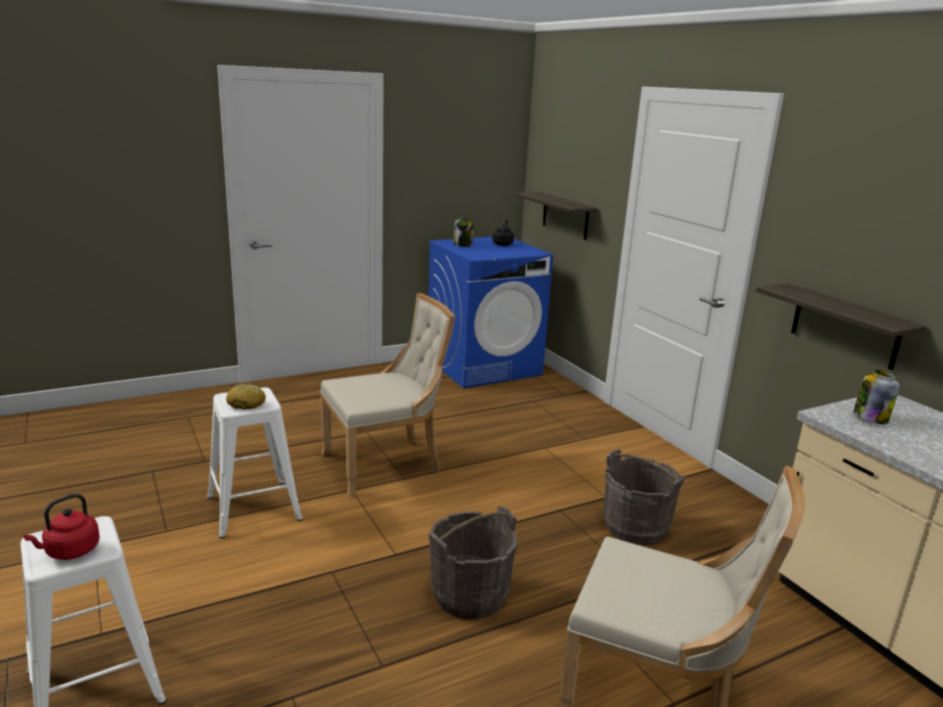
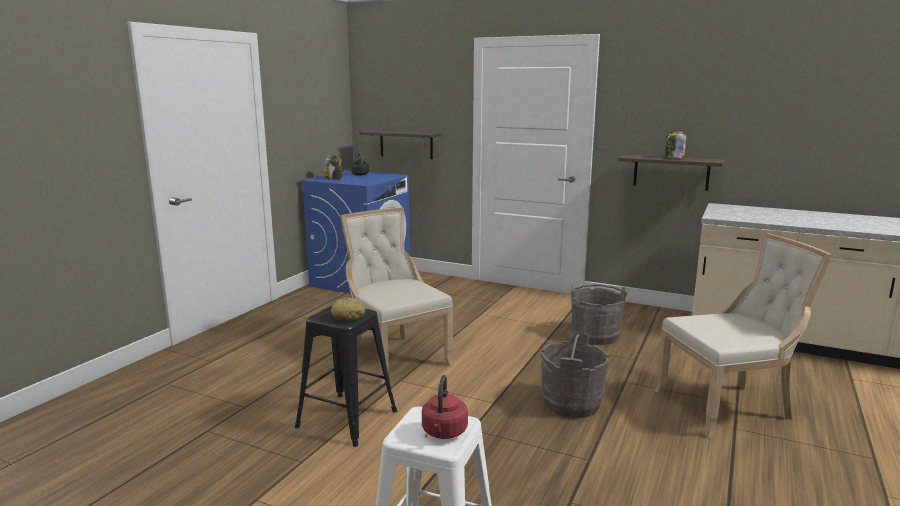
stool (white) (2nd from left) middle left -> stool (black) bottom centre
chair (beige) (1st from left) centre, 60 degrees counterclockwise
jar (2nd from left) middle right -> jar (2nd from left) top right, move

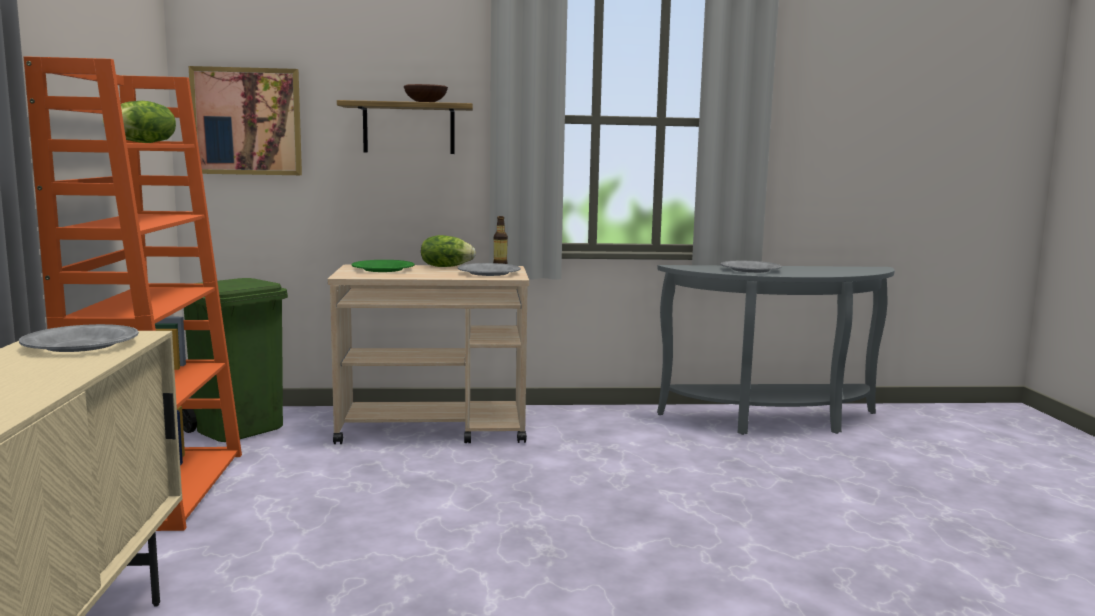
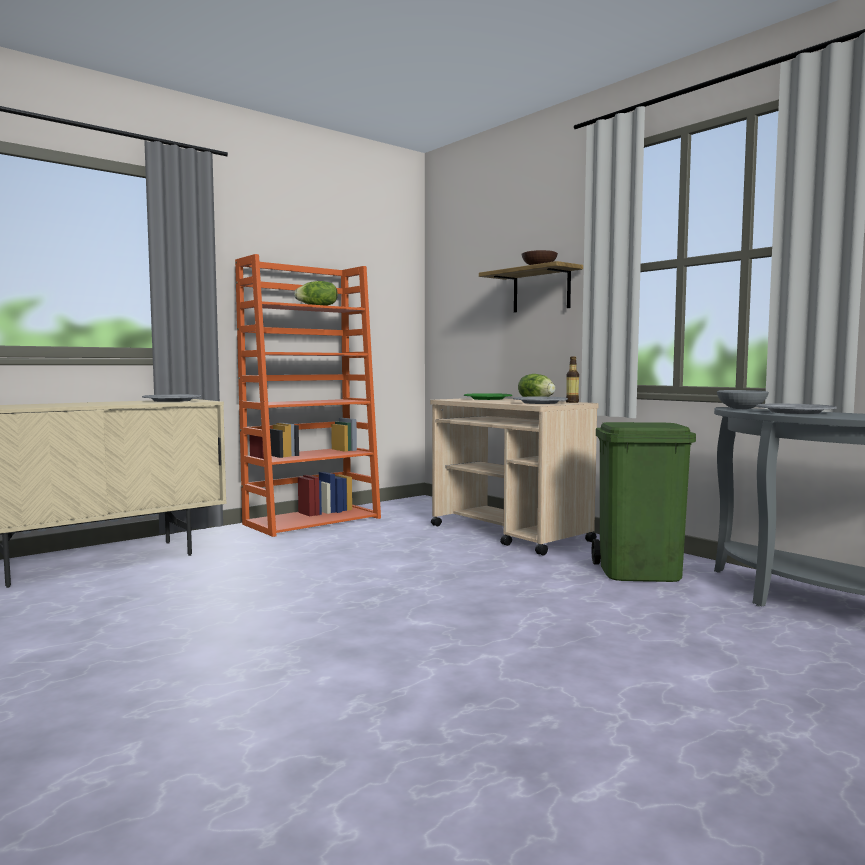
trash can (green) middle left -> trash can (green) middle right, move
picture top left -> none
none -> bowl (grey) middle right

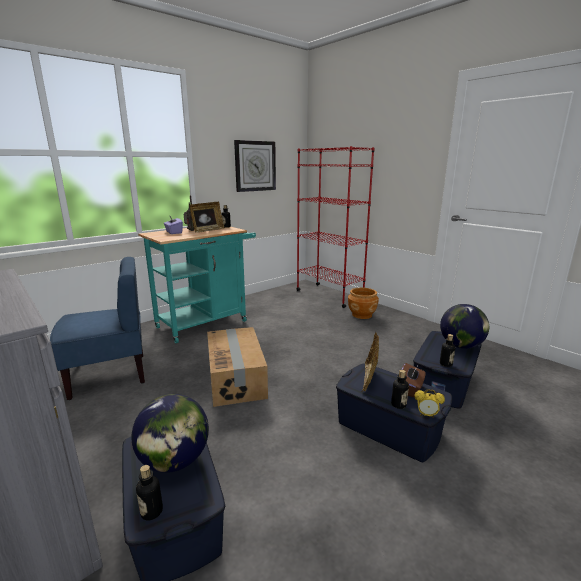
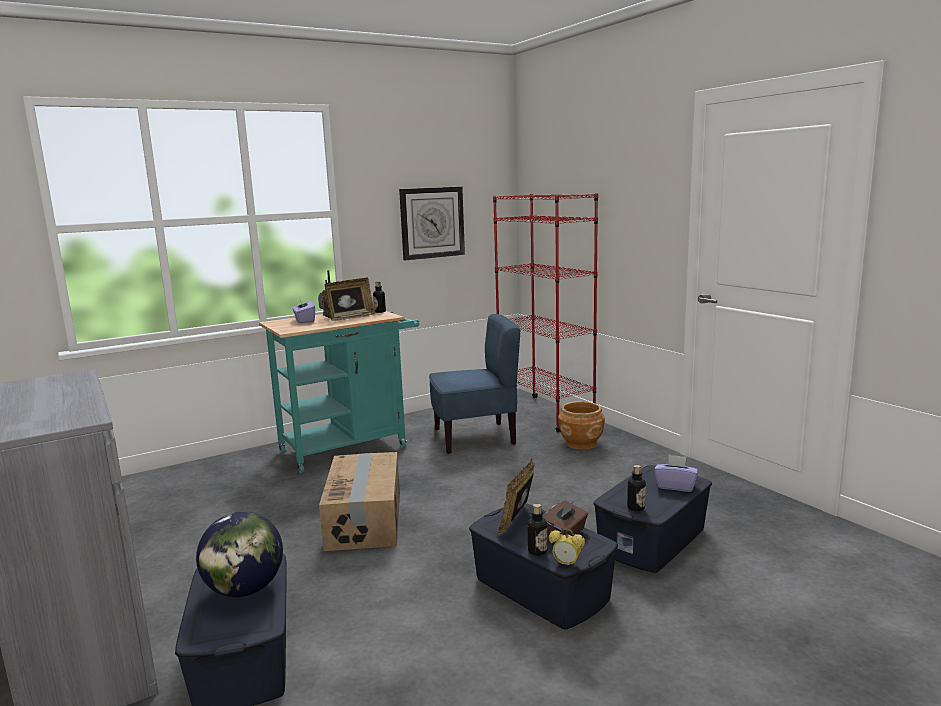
chair (blue) middle left -> chair (blue) centre, move
bottle (1st from left) bottom left -> none
globe (2nd from left) middle right -> tissue box (purple) (2nd from left) bottom right

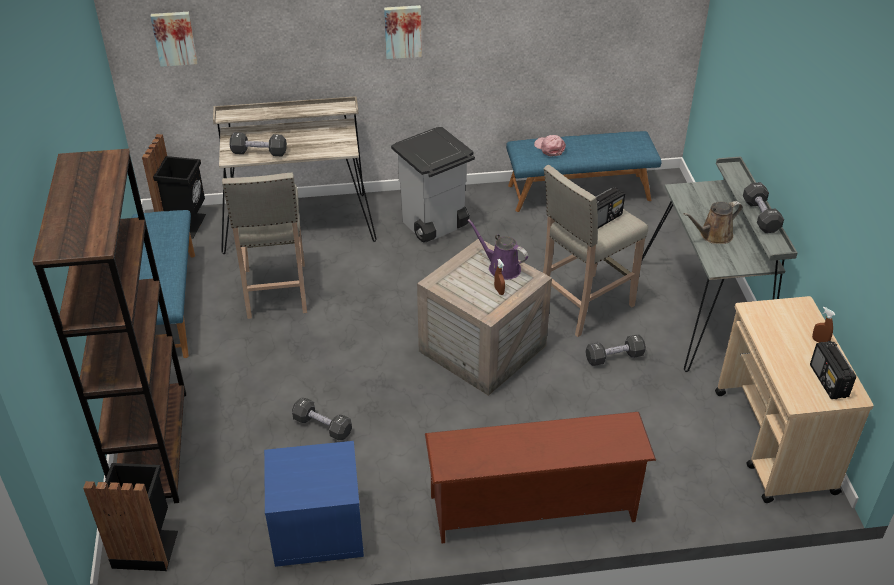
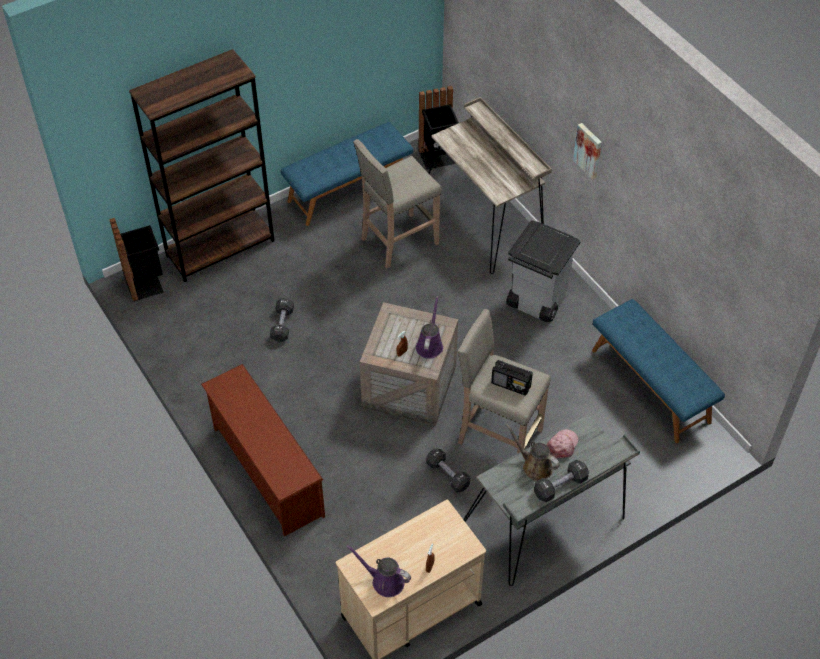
picture (1st from left) top left -> none
dumbbell (black) (1st from left) top left -> none
nightstand (blue) bottom centre -> none
cap (pink) top centre -> cap (pink) bottom right, move
radio (2nd from left) middle right -> watering can (purple) (1st from left) bottom centre

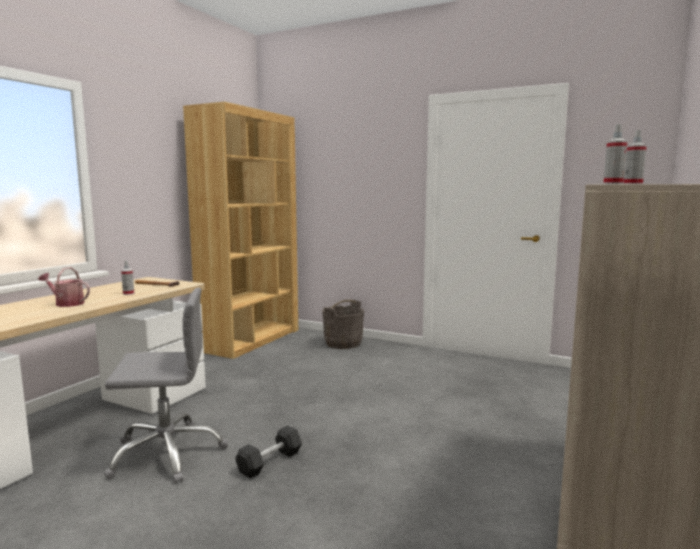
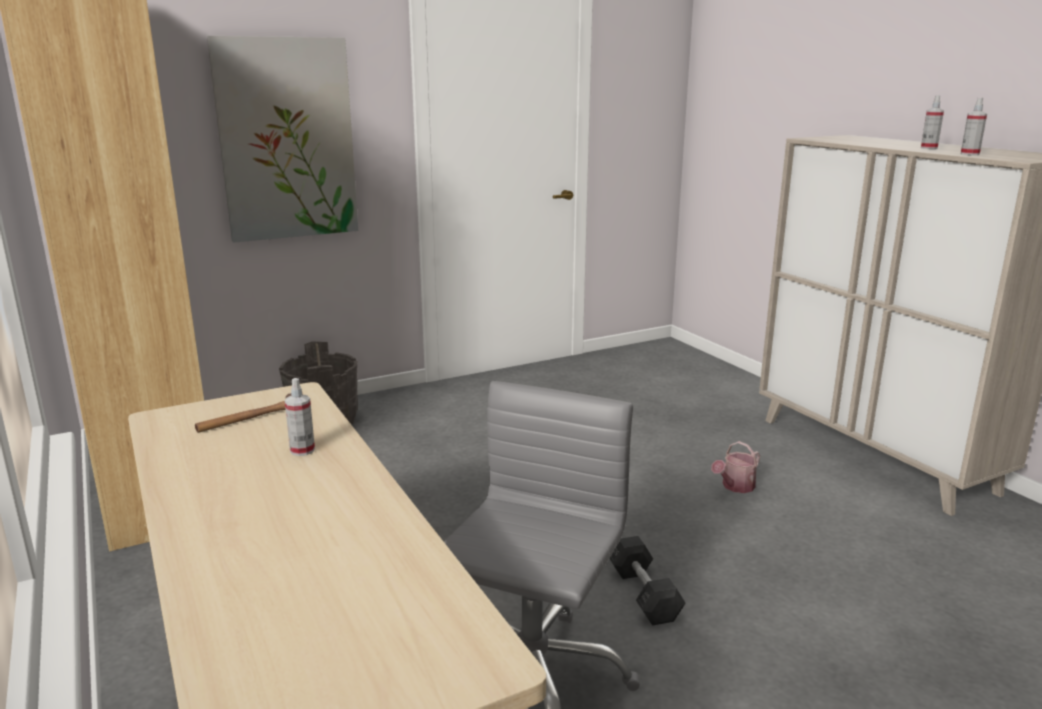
watering can middle left -> watering can middle right, move
none -> picture top left

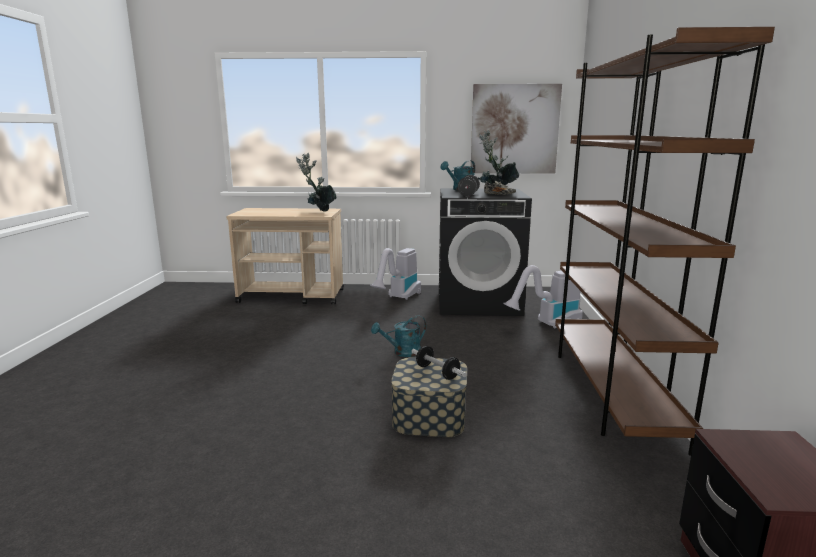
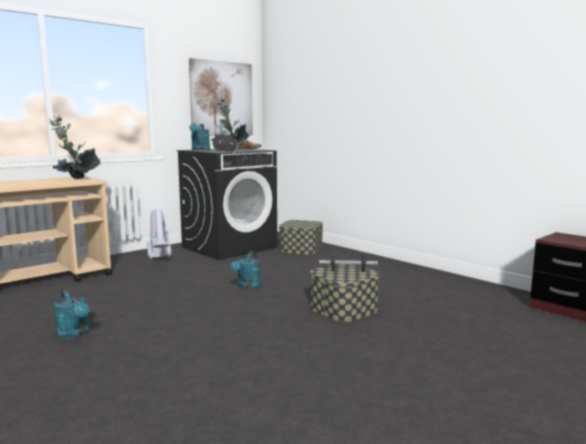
vacuum cleaner (2nd from left) centre -> storage box (1st from left) centre
bookcase (brown) middle right -> none
none -> watering can (turquoise) (1st from left) bottom left

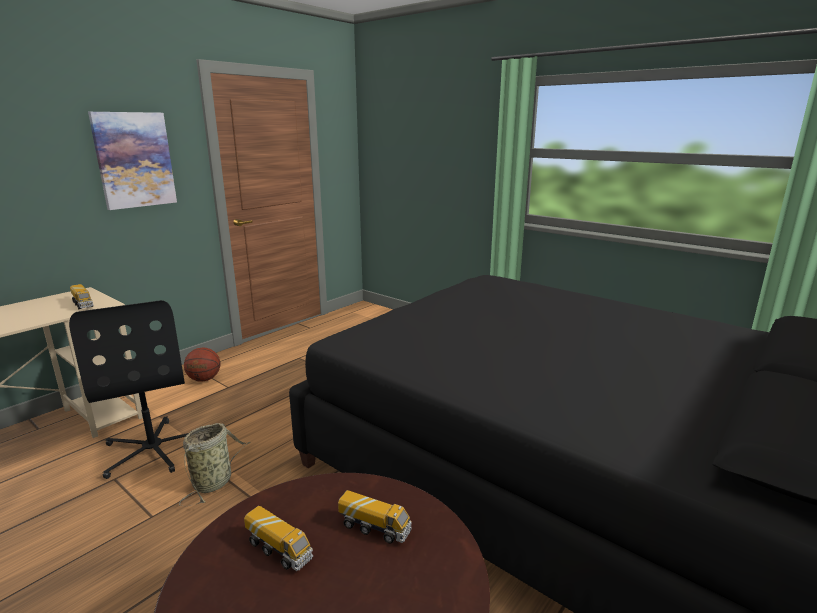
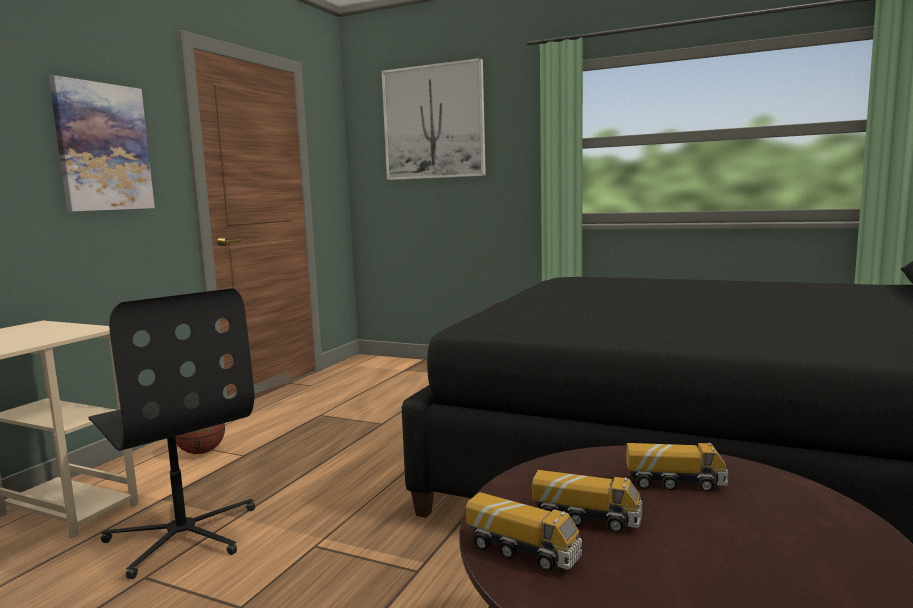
toy truck (1st from left) middle left -> toy truck (1st from left) bottom centre, move
basket bottom left -> none
none -> picture (2nd from left) top centre

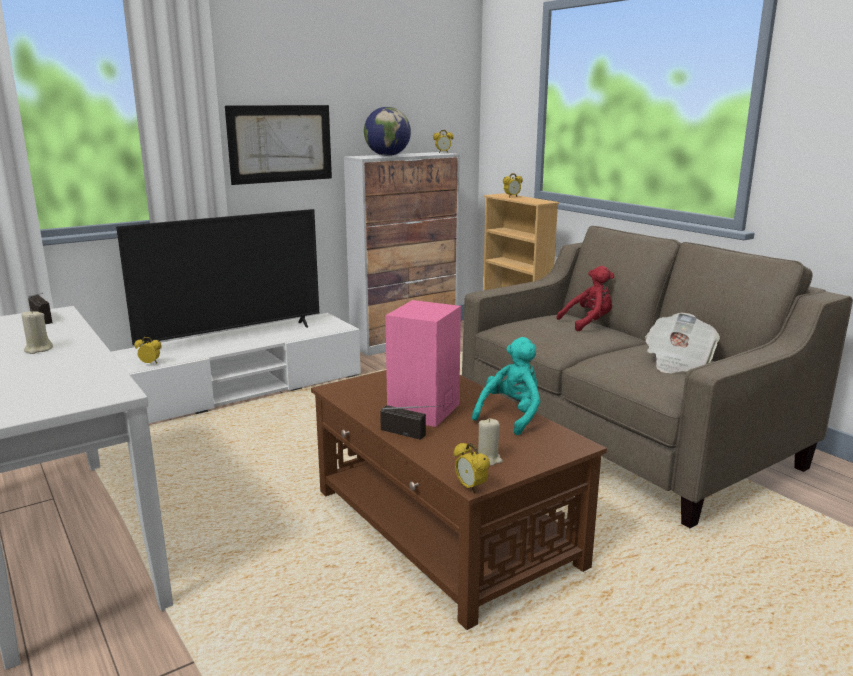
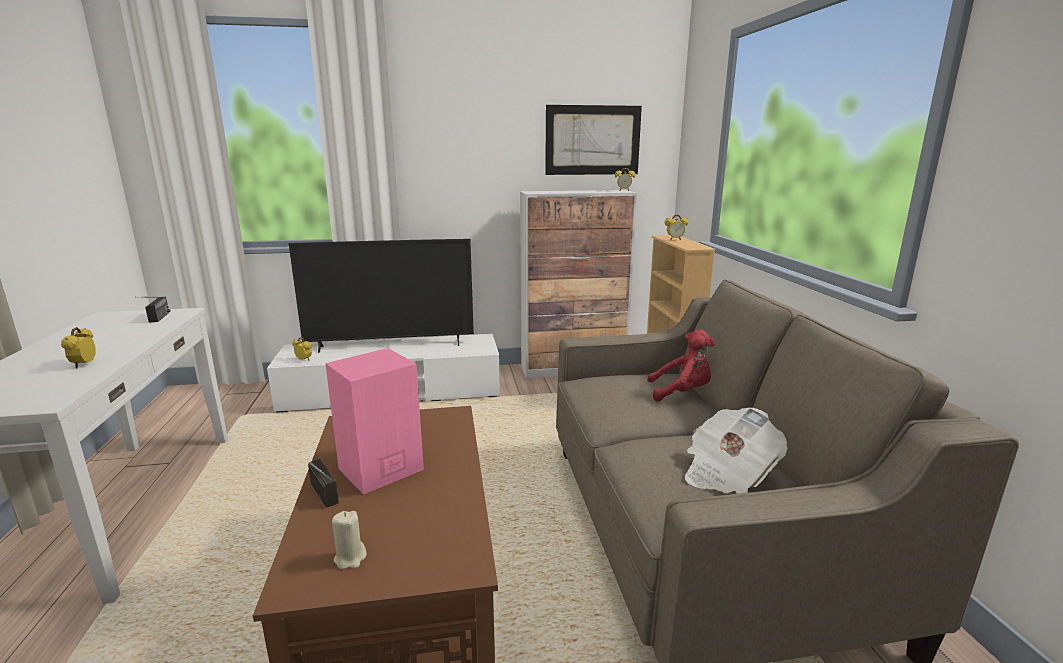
candle (beige) (1st from left) middle left -> none
picture top left -> picture top centre, move
globe top centre -> none
alarm clock (3rd from left in the first image) bottom centre -> alarm clock (1st from left) middle left, move
plush toy (turquoise) centre -> none

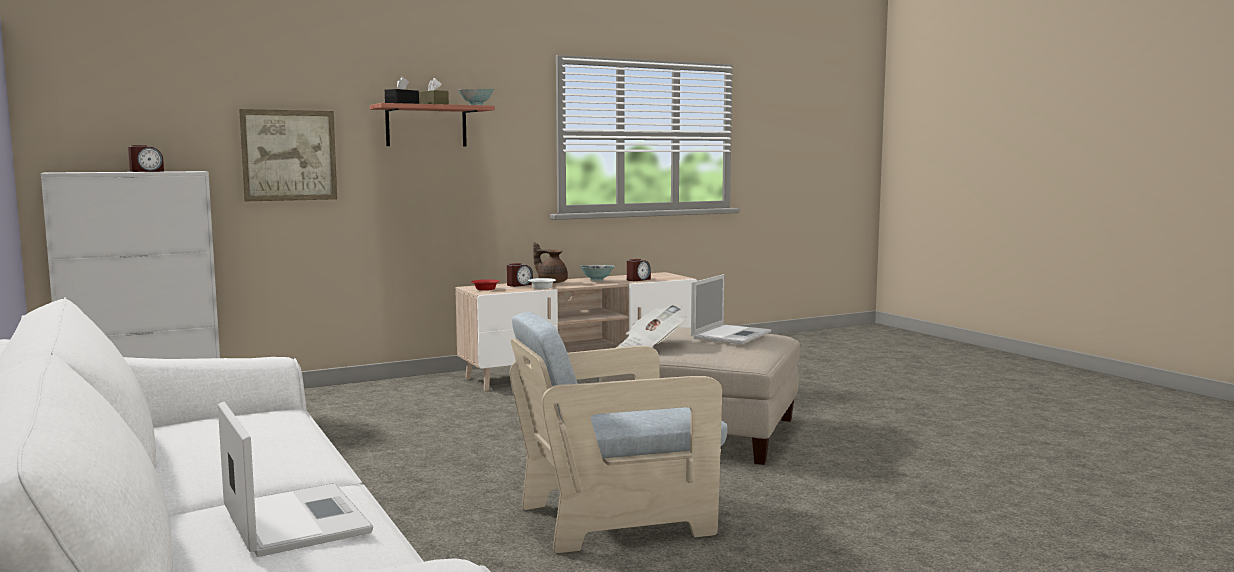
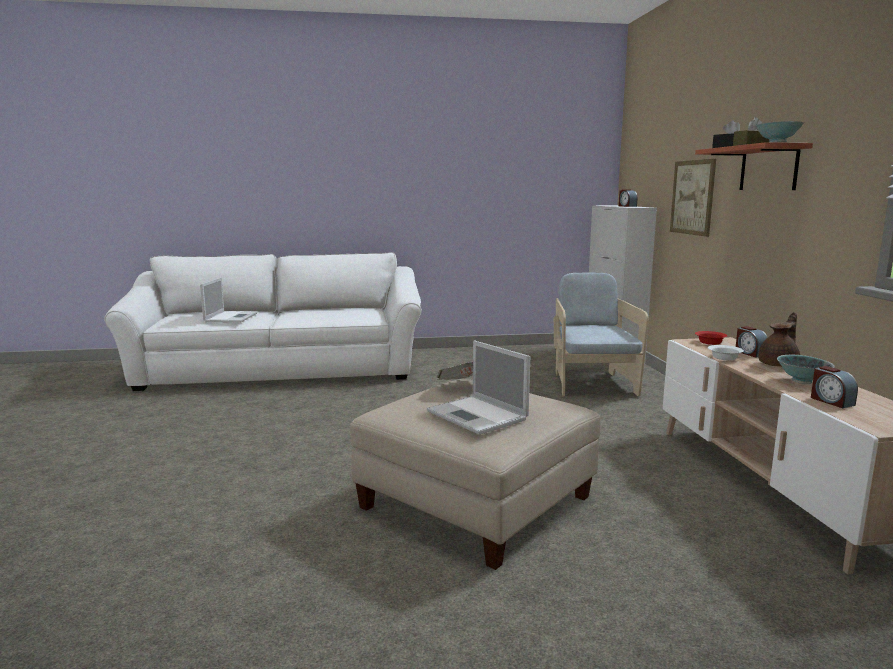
laptop (1st from left) bottom left -> laptop (1st from left) middle left, 75 degrees counterclockwise
armchair (beige) bottom centre -> armchair (beige) middle right, move

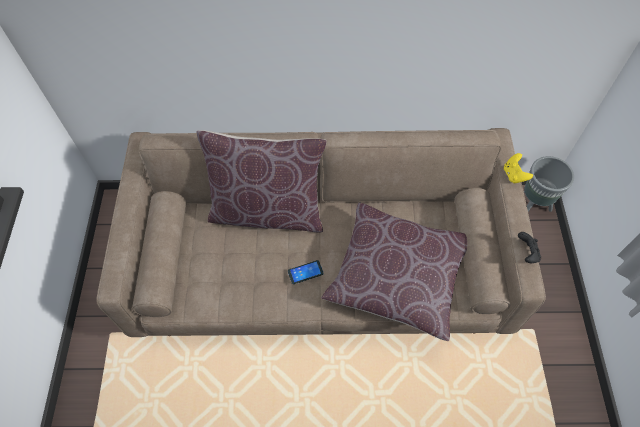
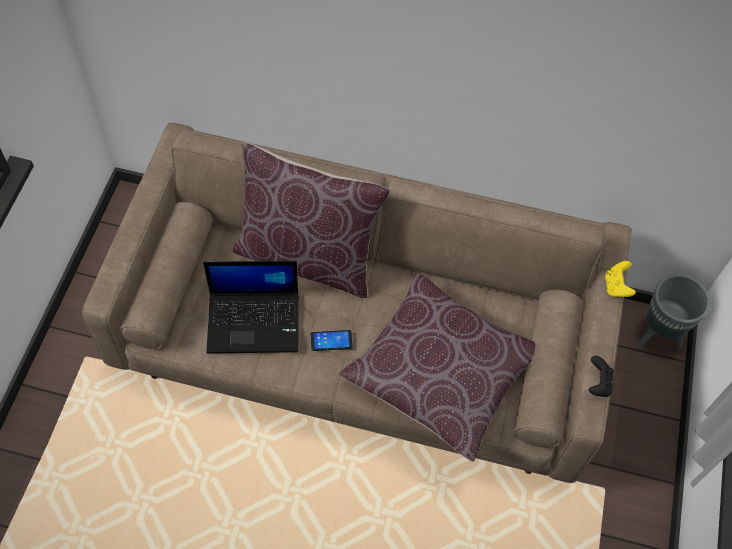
none -> laptop centre

